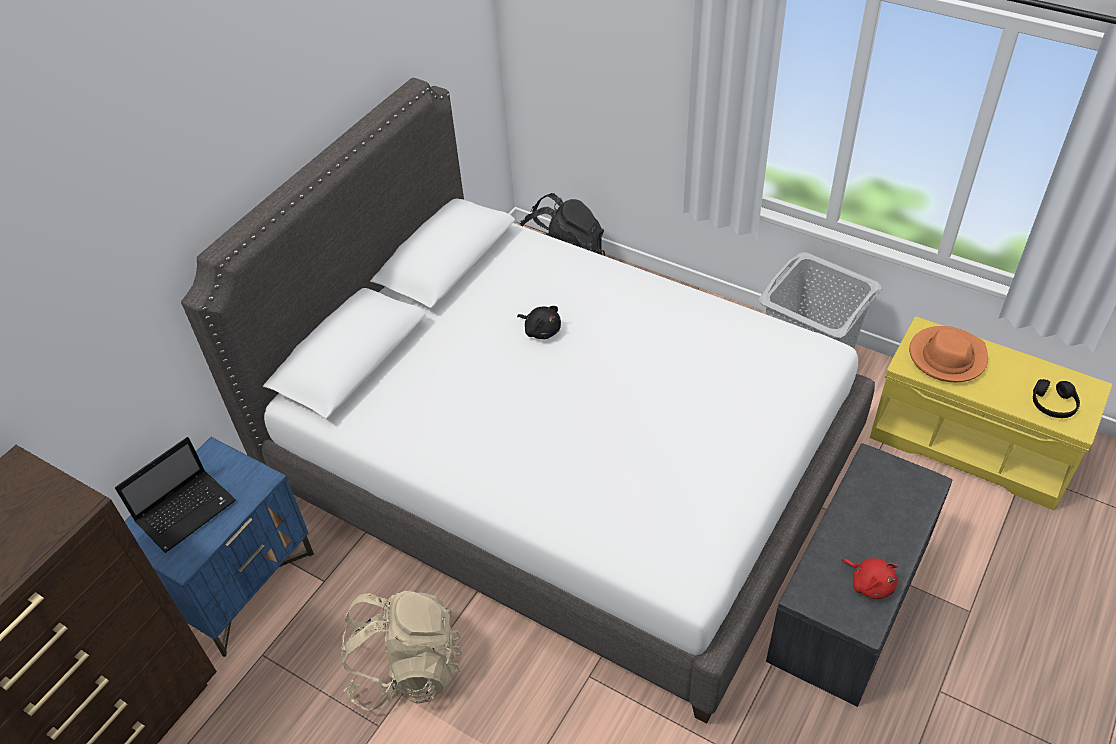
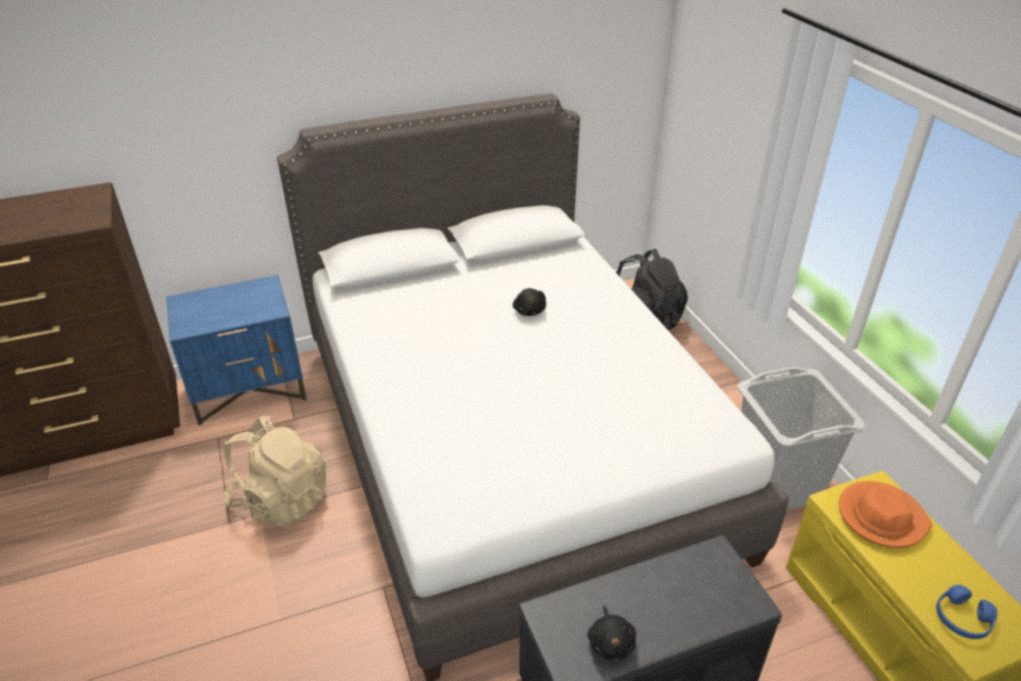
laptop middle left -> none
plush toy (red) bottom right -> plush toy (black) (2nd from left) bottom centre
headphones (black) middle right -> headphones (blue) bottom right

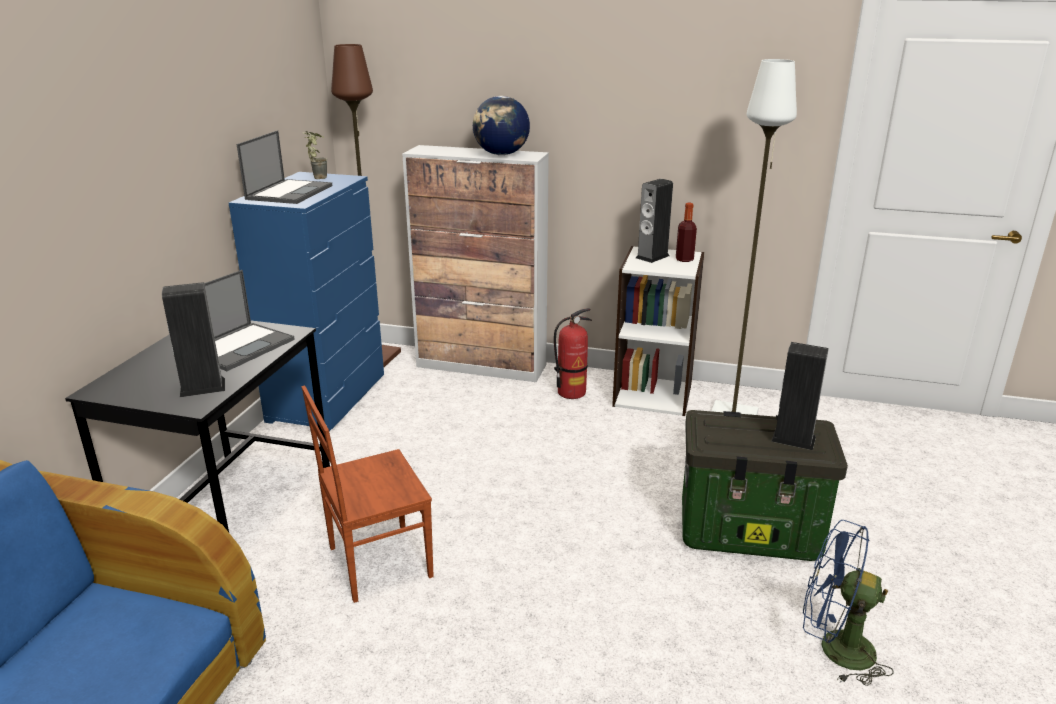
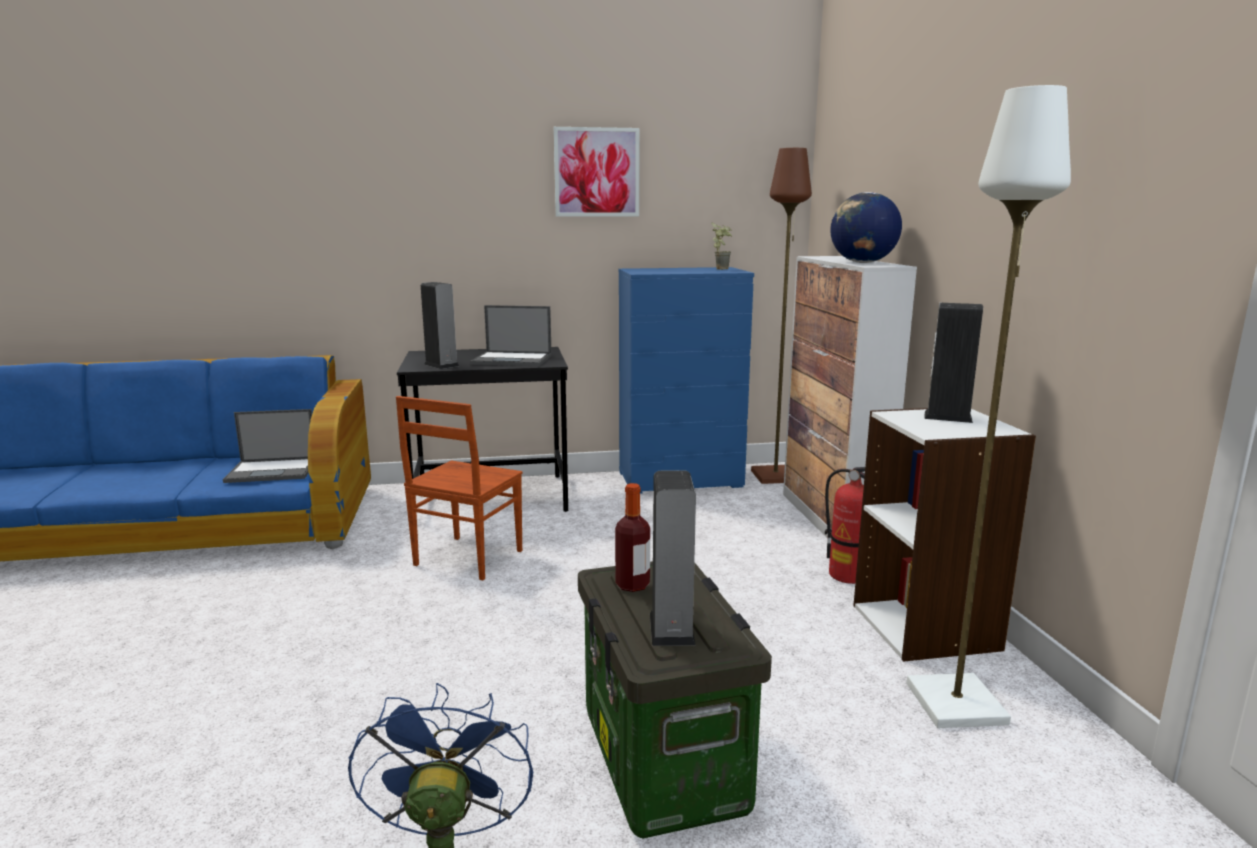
laptop (2nd from left in the first image) top left -> laptop (1st from left) middle left, move
chair (brown) bottom centre -> chair (brown) centre, 105 degrees counterclockwise
bottle top centre -> bottle centre, move
none -> picture top centre

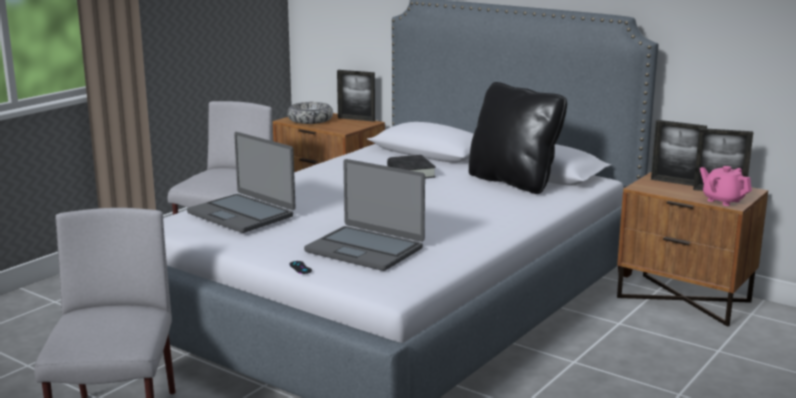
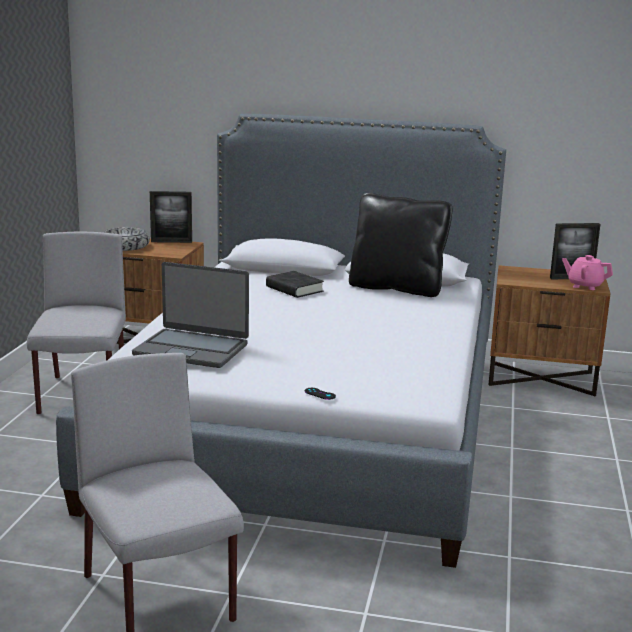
laptop (2nd from left) centre -> none
picture frame (2nd from left) middle right -> none

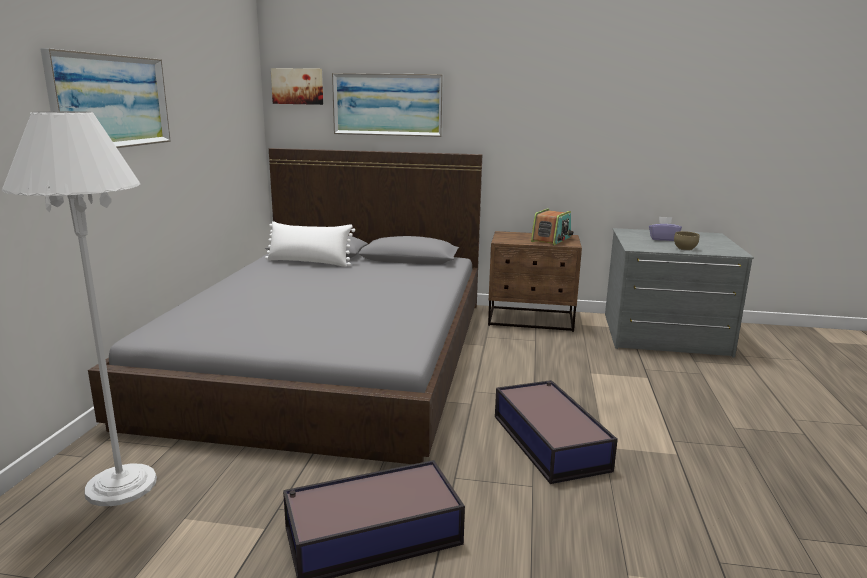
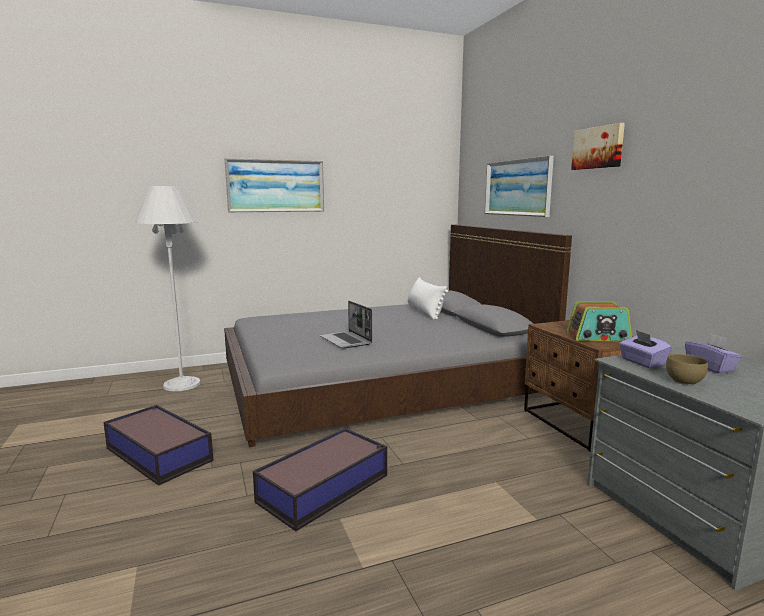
picture (2nd from left in the first image) top centre -> picture (3rd from left) top right, move
none -> laptop centre
none -> tissue box (purple) (1st from left) middle right

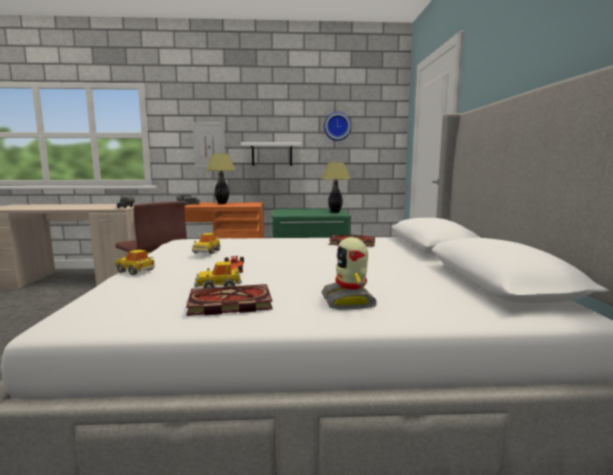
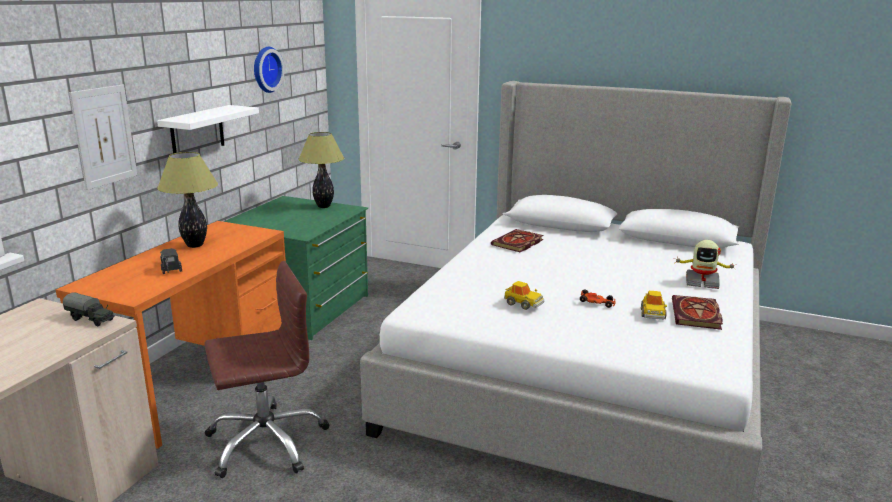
toy car (1st from left) middle left -> none

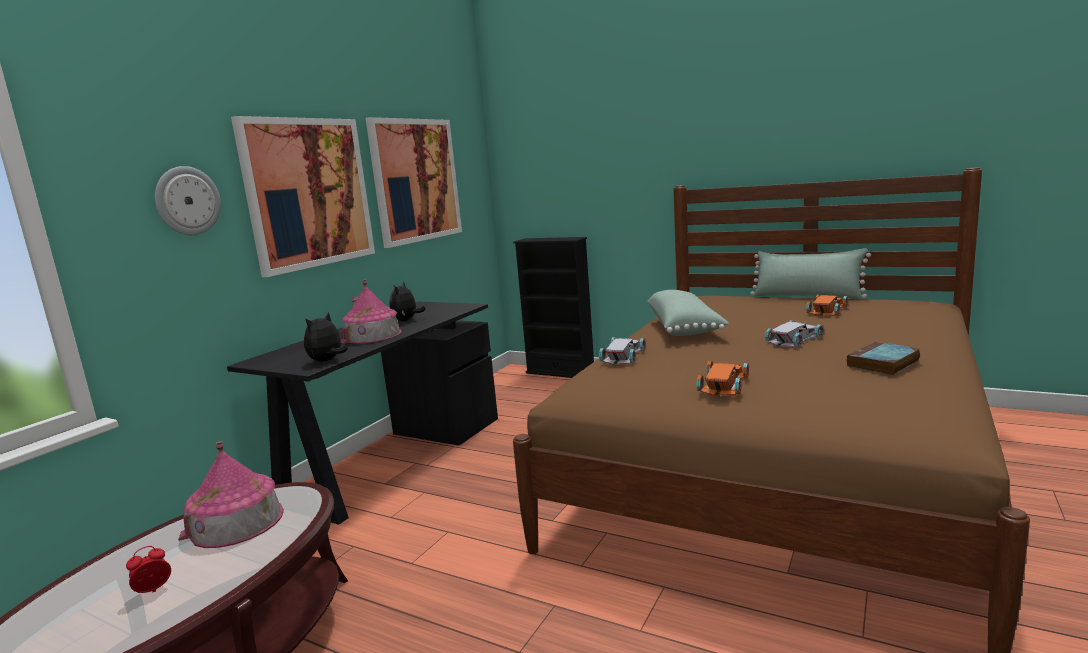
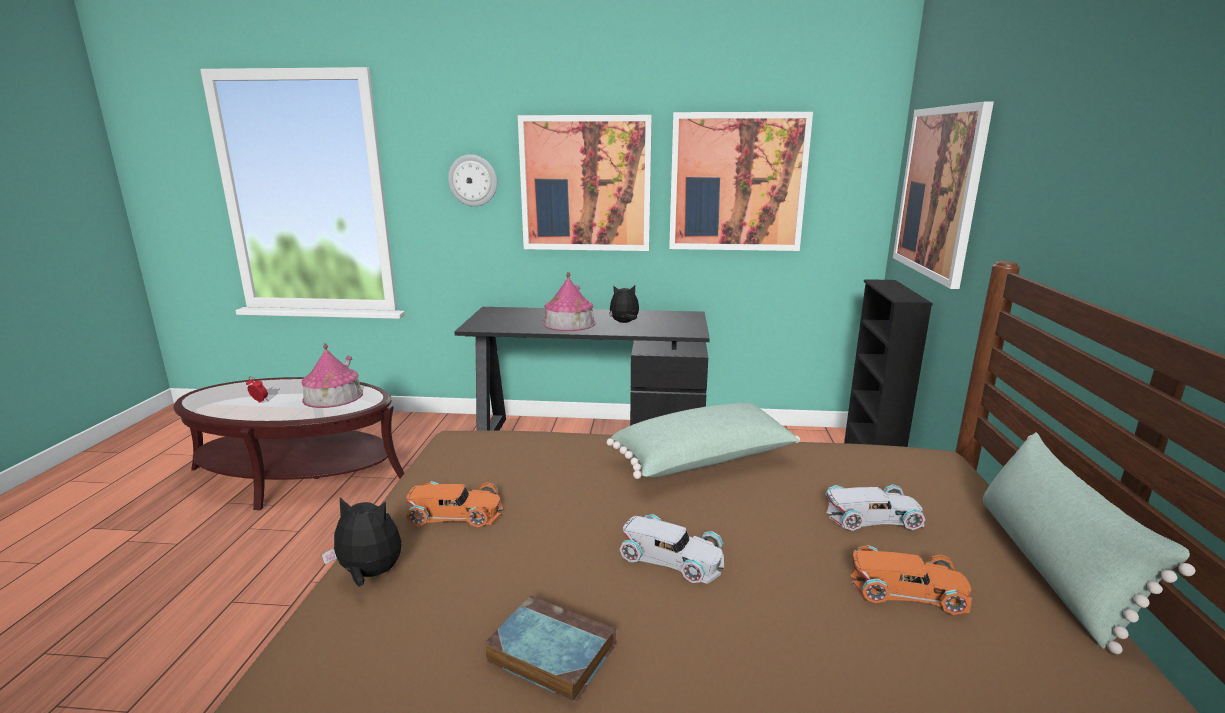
plush toy (1st from left) middle left -> plush toy (1st from left) bottom left, move
toy car (white) (1st from left in the first image) centre -> toy car (white) (2nd from left) bottom right, move
none -> picture (3rd from left) top right

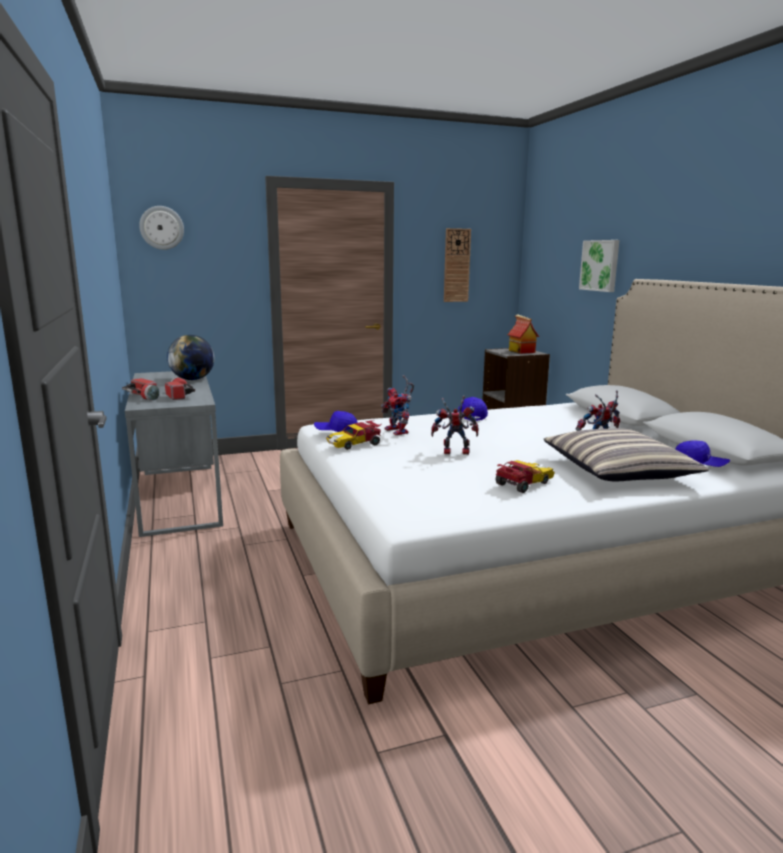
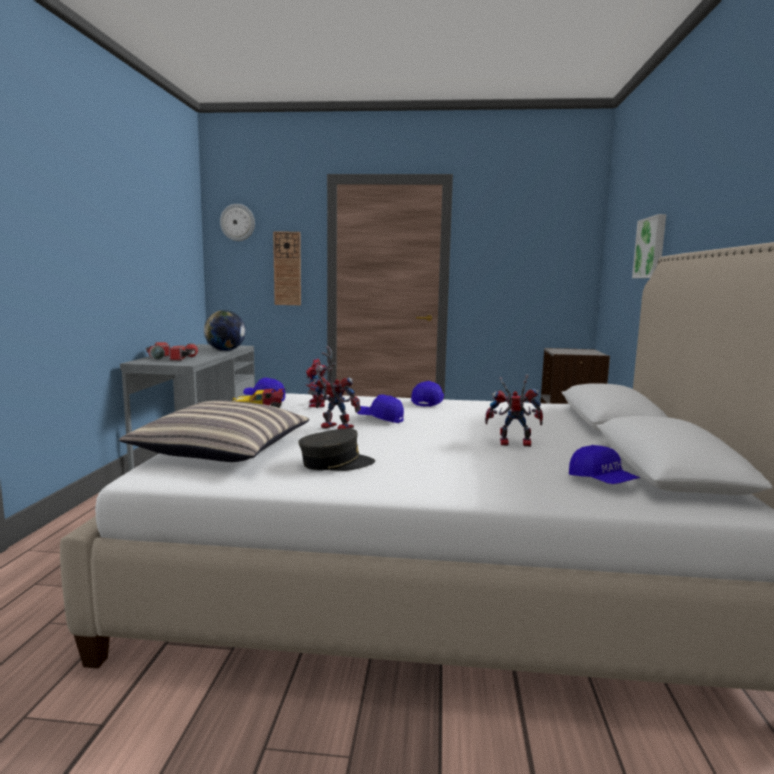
wall clock (2nd from left) top centre -> wall clock (2nd from left) centre, move
toy car (2nd from left) middle right -> cap (grey) centre
toy house middle right -> none
pillow middle right -> pillow middle left, move
none -> cap (blue) (2nd from left) centre

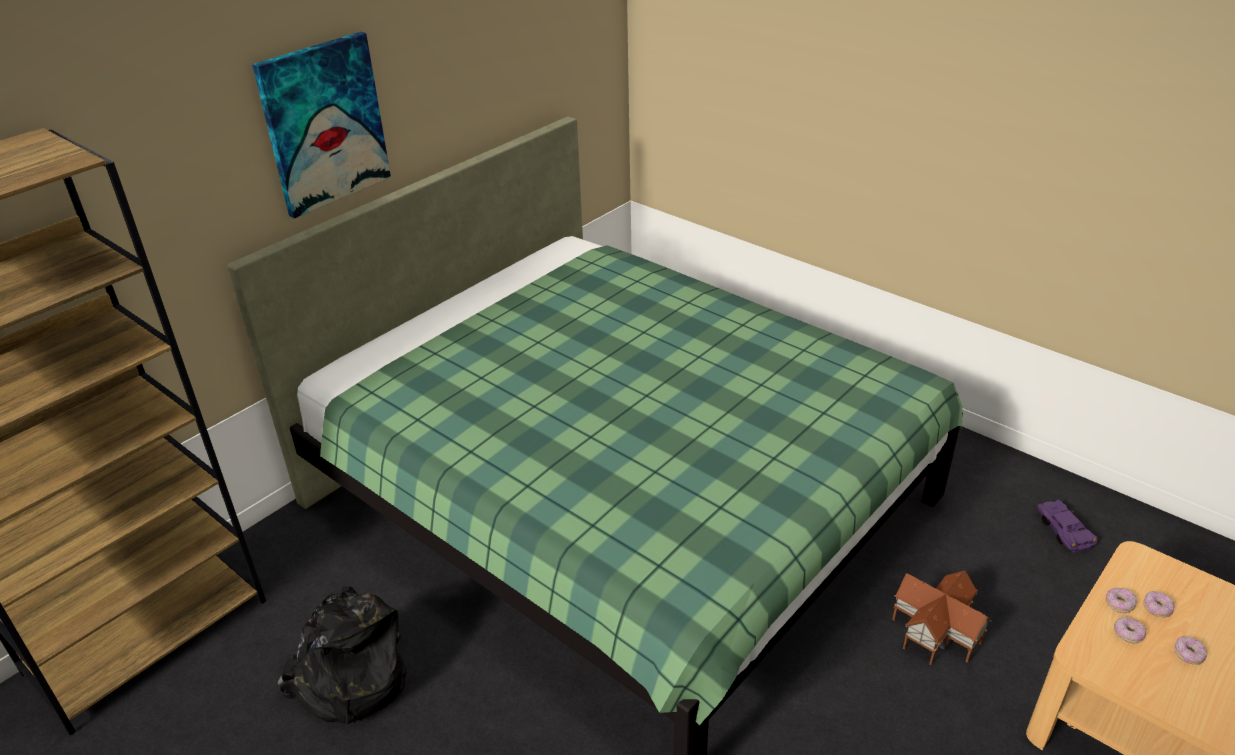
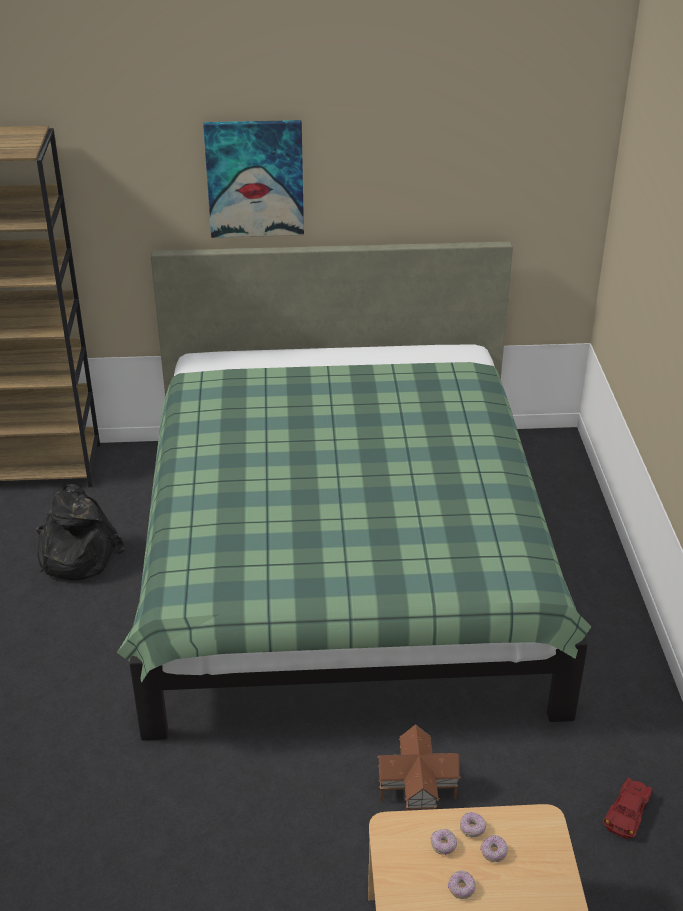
toy car (purple) bottom right -> toy car (red) bottom right

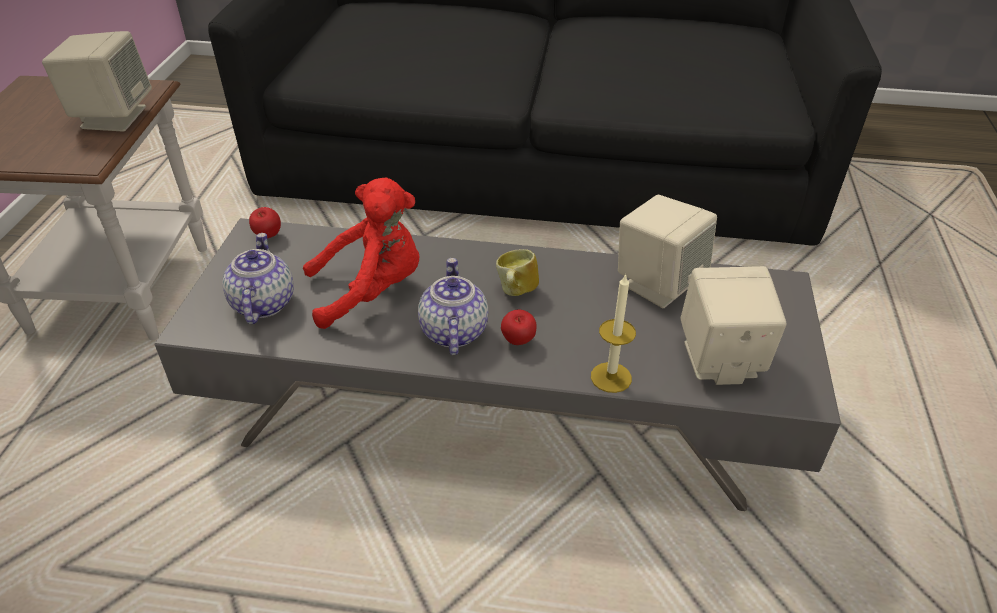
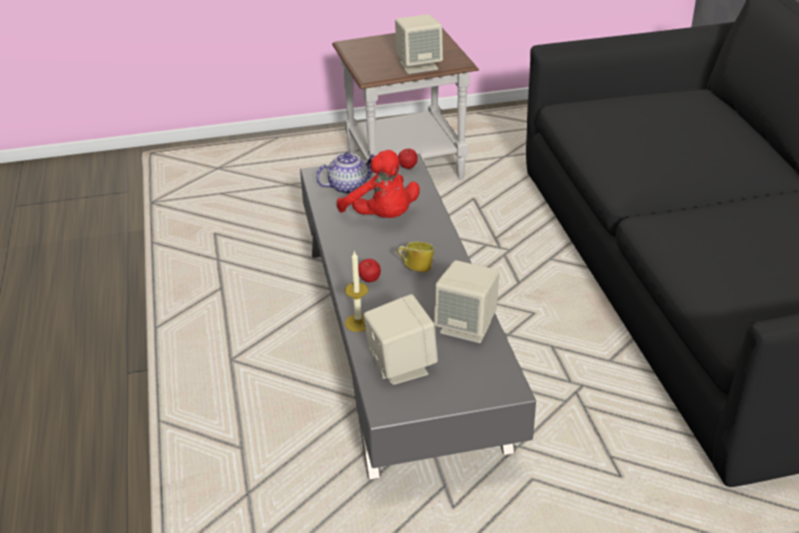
teapot (2nd from left) centre -> none

